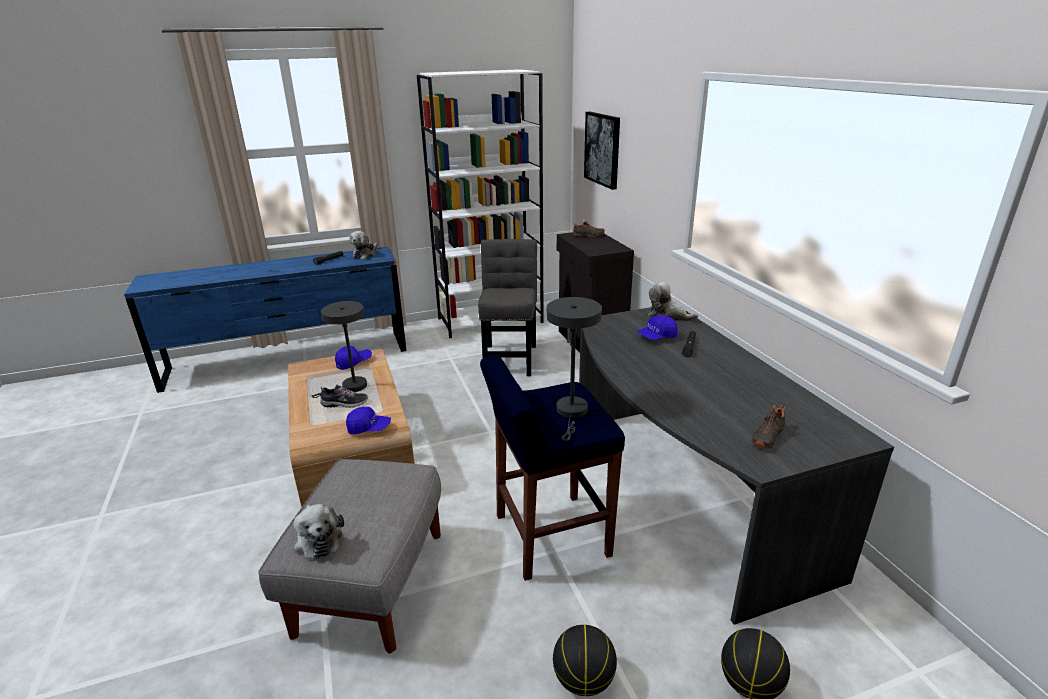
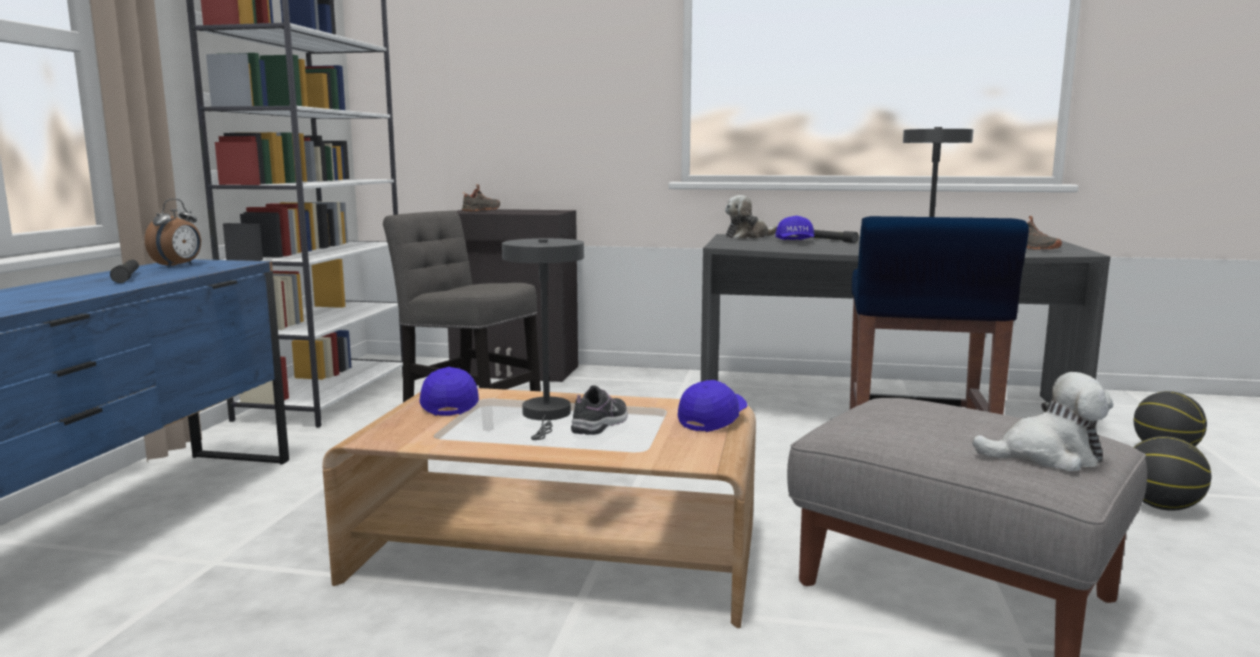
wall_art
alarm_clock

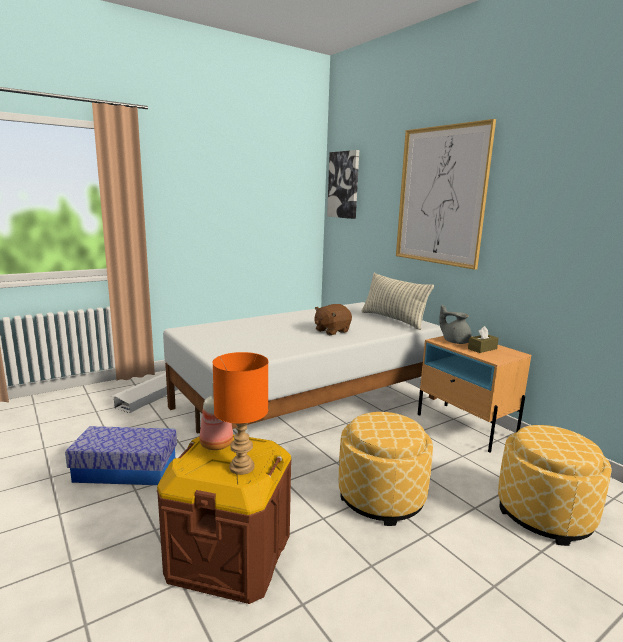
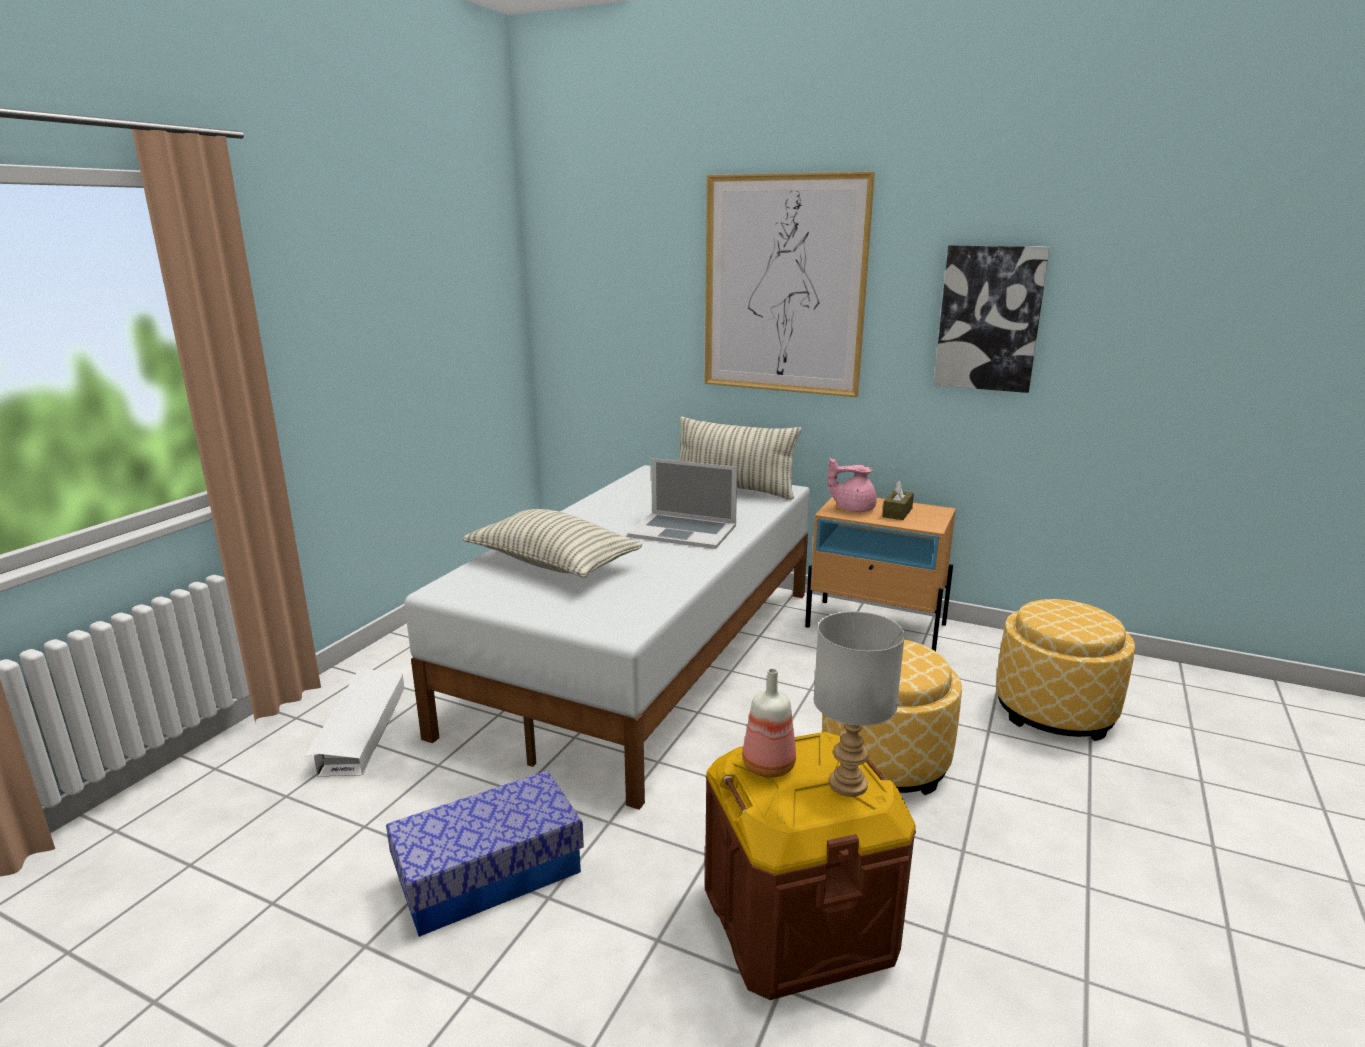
wall_art (no. 2 from left)
laptop
pinkish_pot_for_tea
grey_table_lamp
pillow (no. 1 from left)

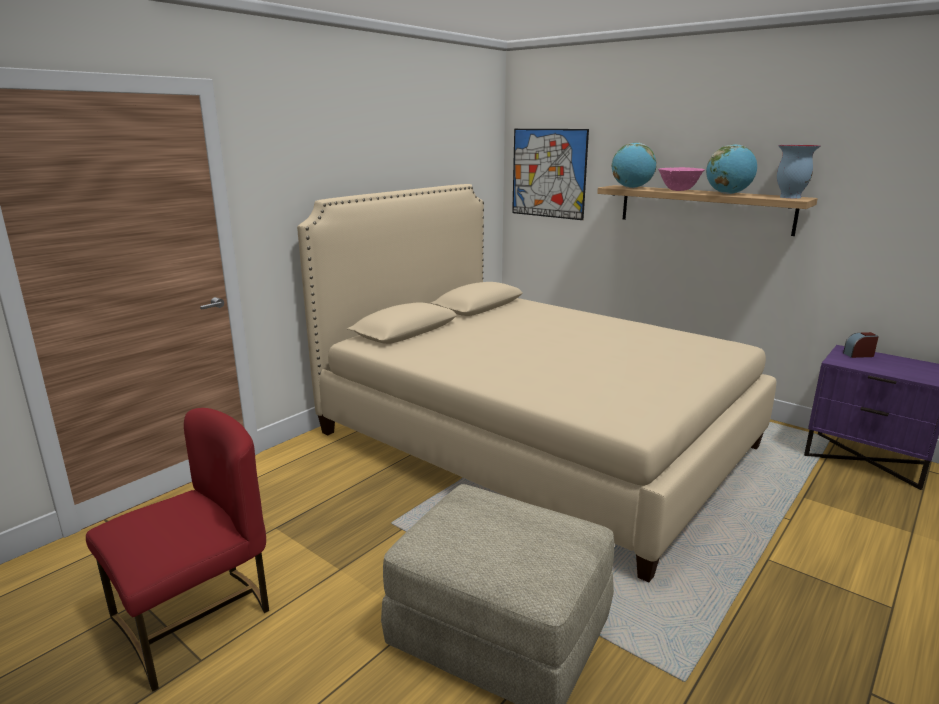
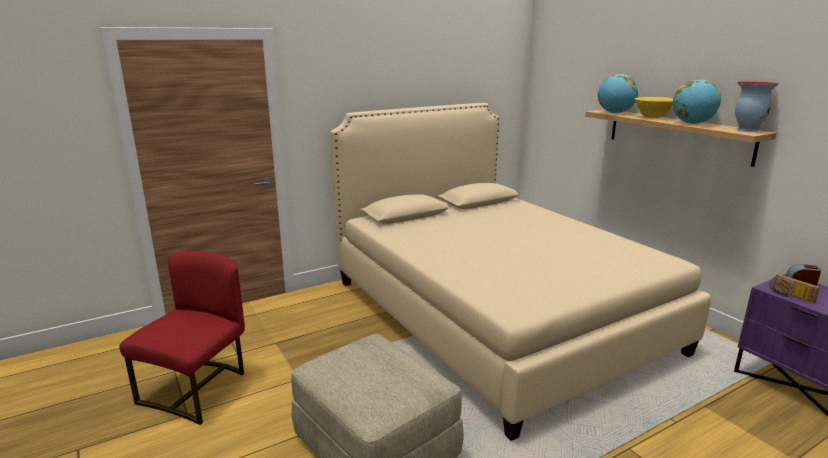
wall_art
yellow_deep_dish
red_plain_chair
radio_receiver

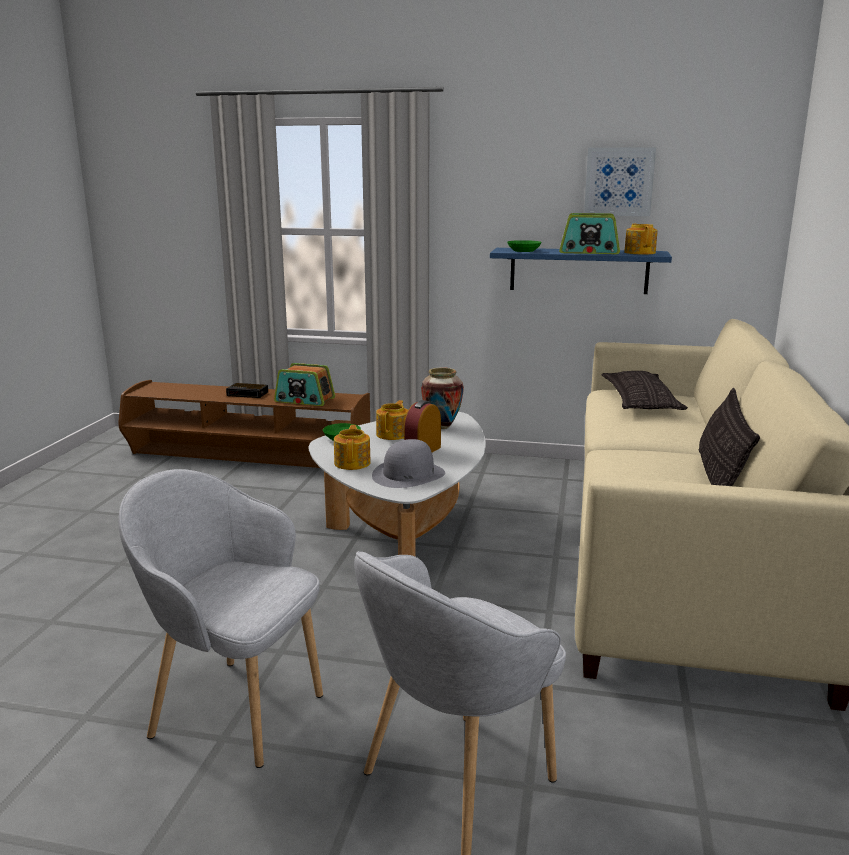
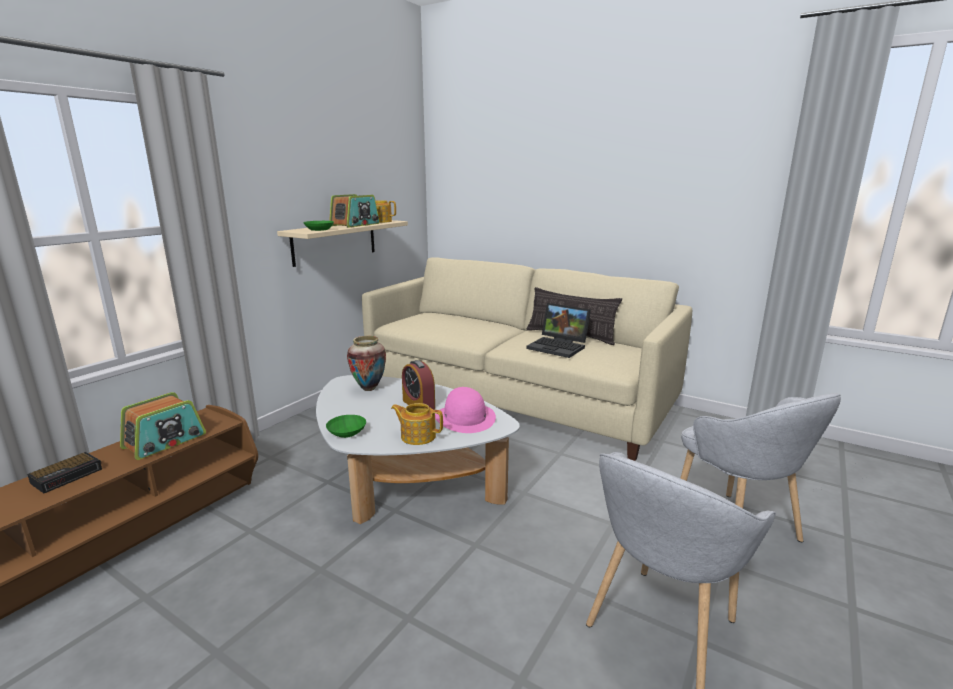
wall_art
beige-coloured_bracket_shelf
pillow (no. 1 from left in the first image)
pot_for_tea (no. 2 from left in the first image)
pinkish_wearable_hat
laptop

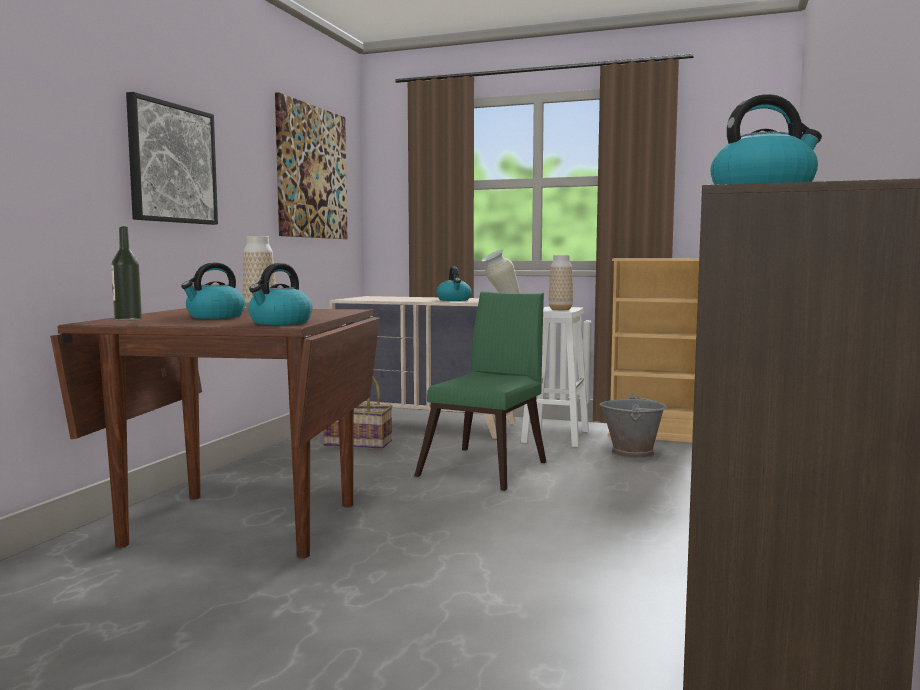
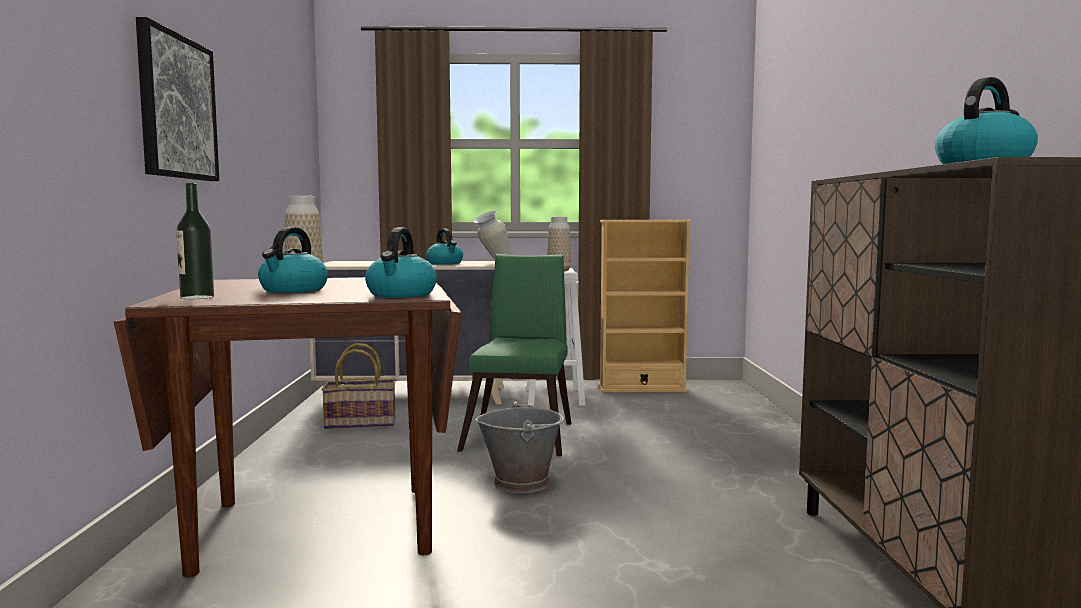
wall_art (no. 2 from left in the first image)
grey_bucket

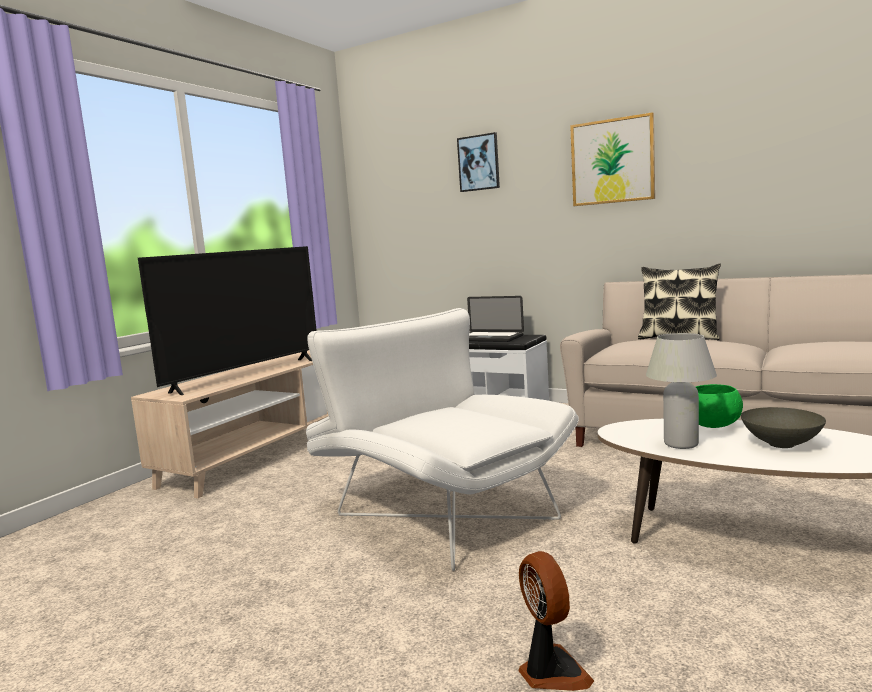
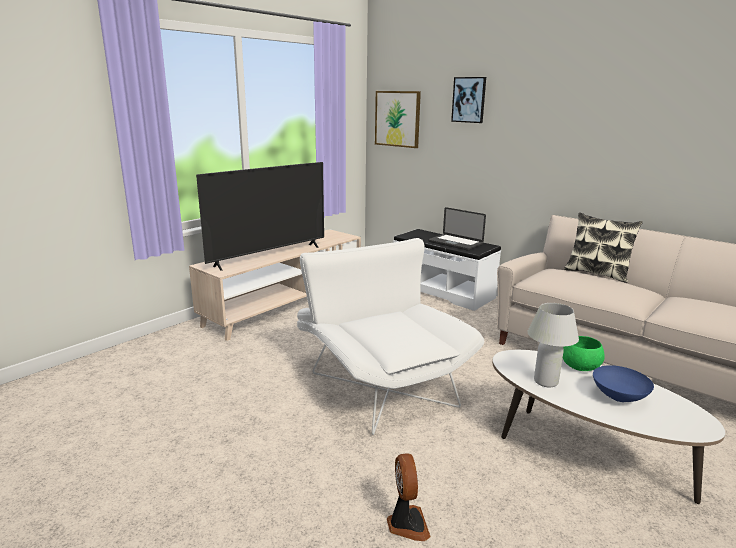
wall_art (no. 1 from left)
blue_deep_dish

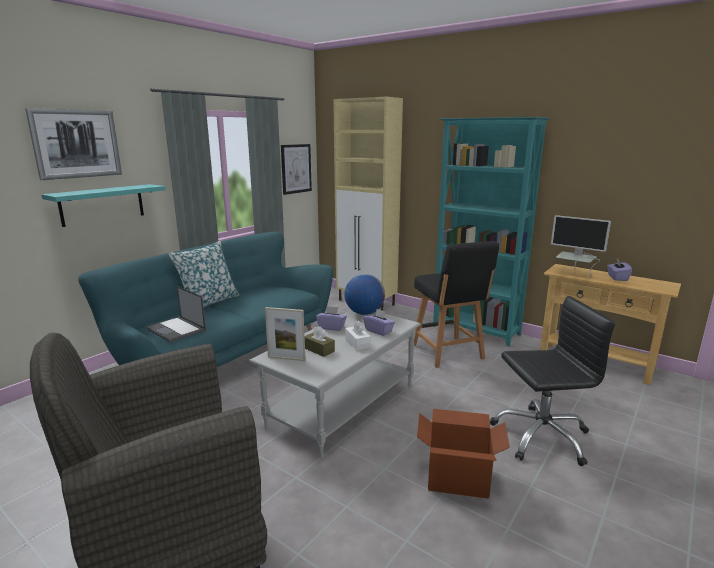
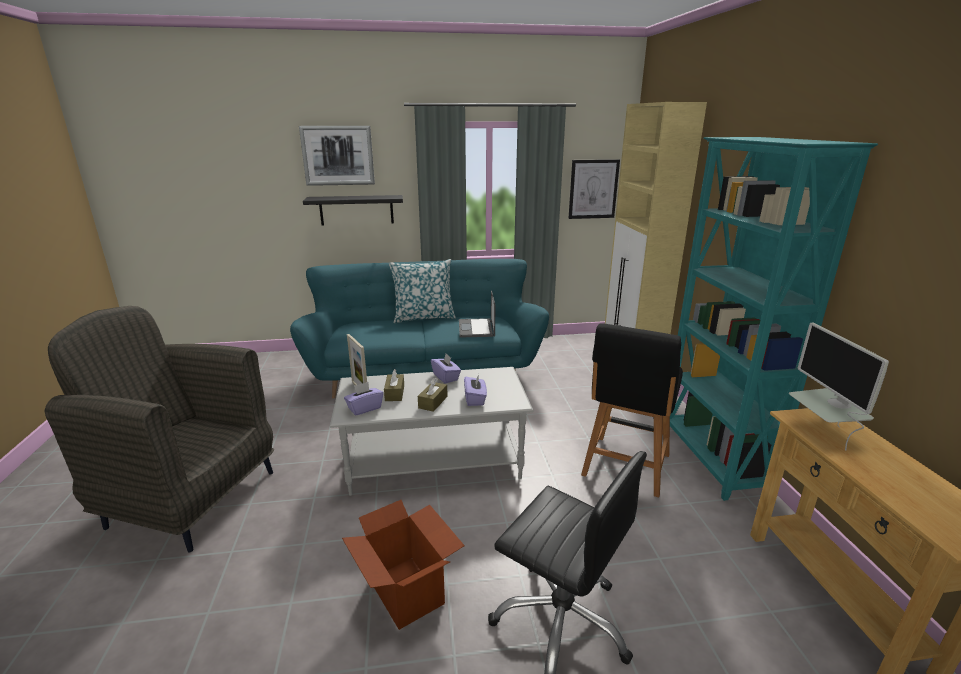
black_bracket_shelf
purple_box_of_tissues (no. 1 from left)
desk_globe
laptop
brown-coloured_box_of_tissues (no. 2 from left)

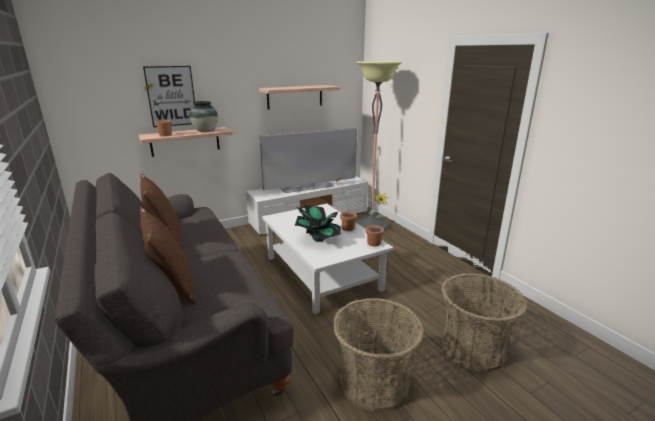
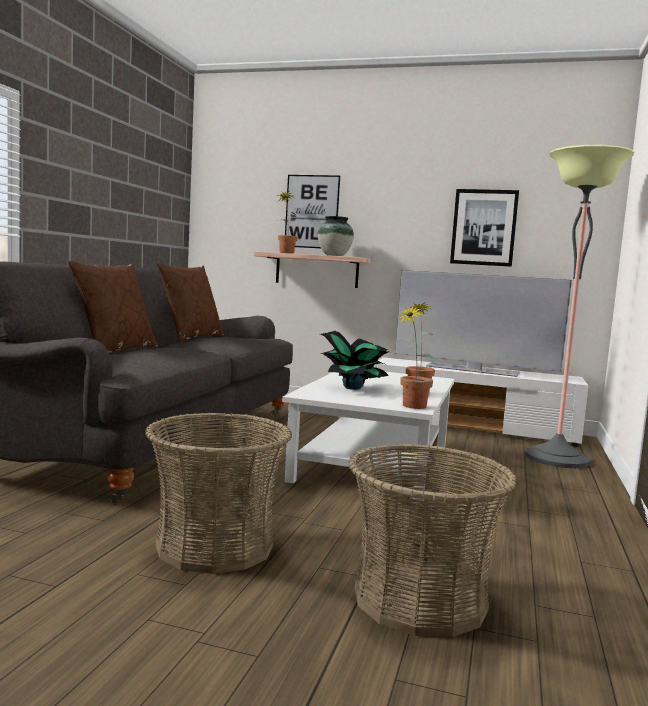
wall_art (no. 2 from left)

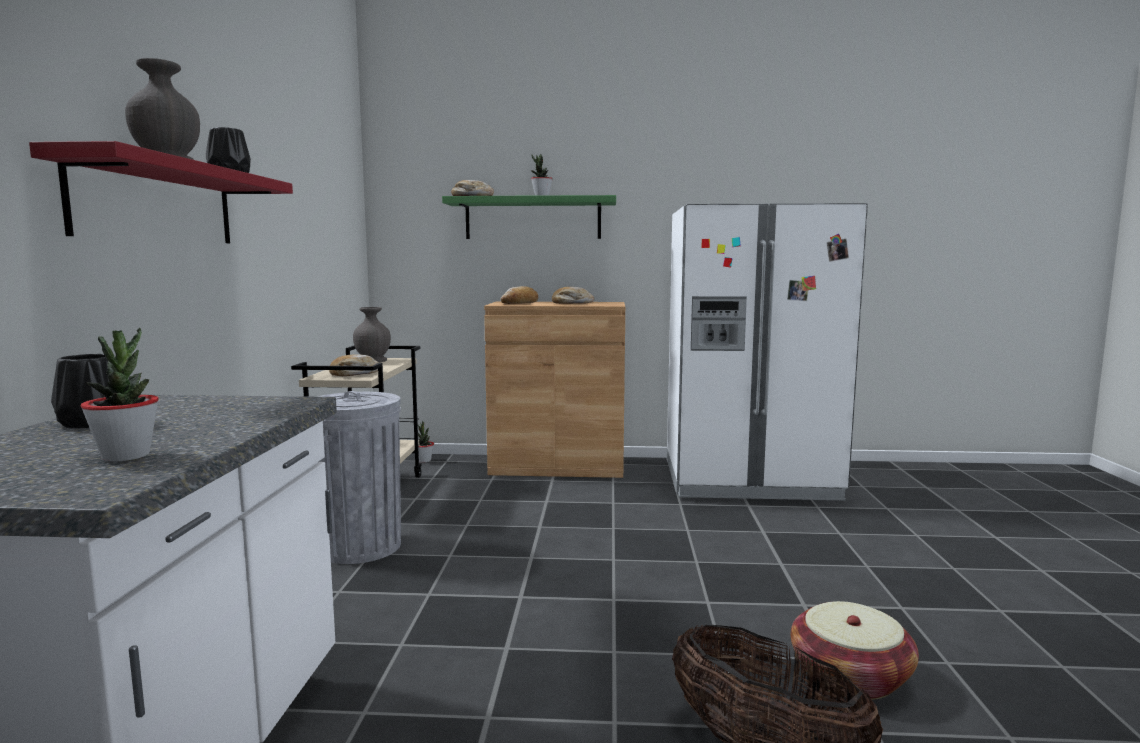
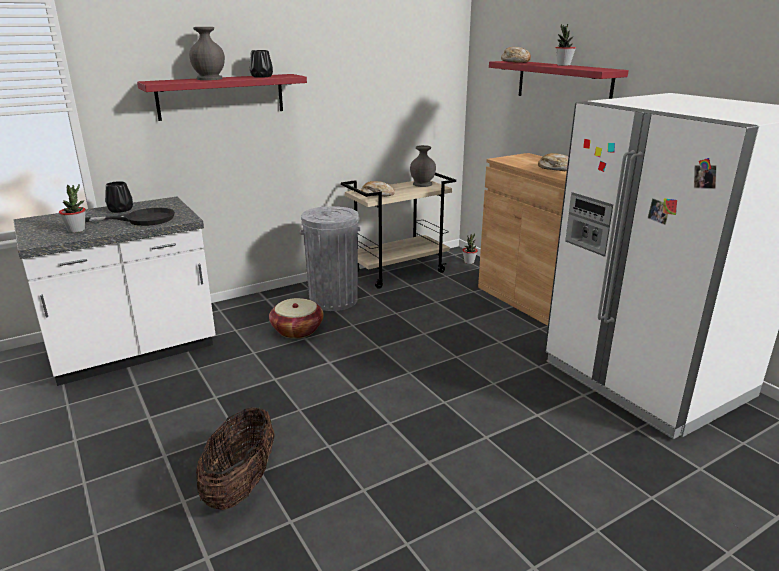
red_bracket_shelf (no. 2 from left)
baked_bread (no. 3 from left in the first image)
household_basket (no. 2 from left)
black_skillet

